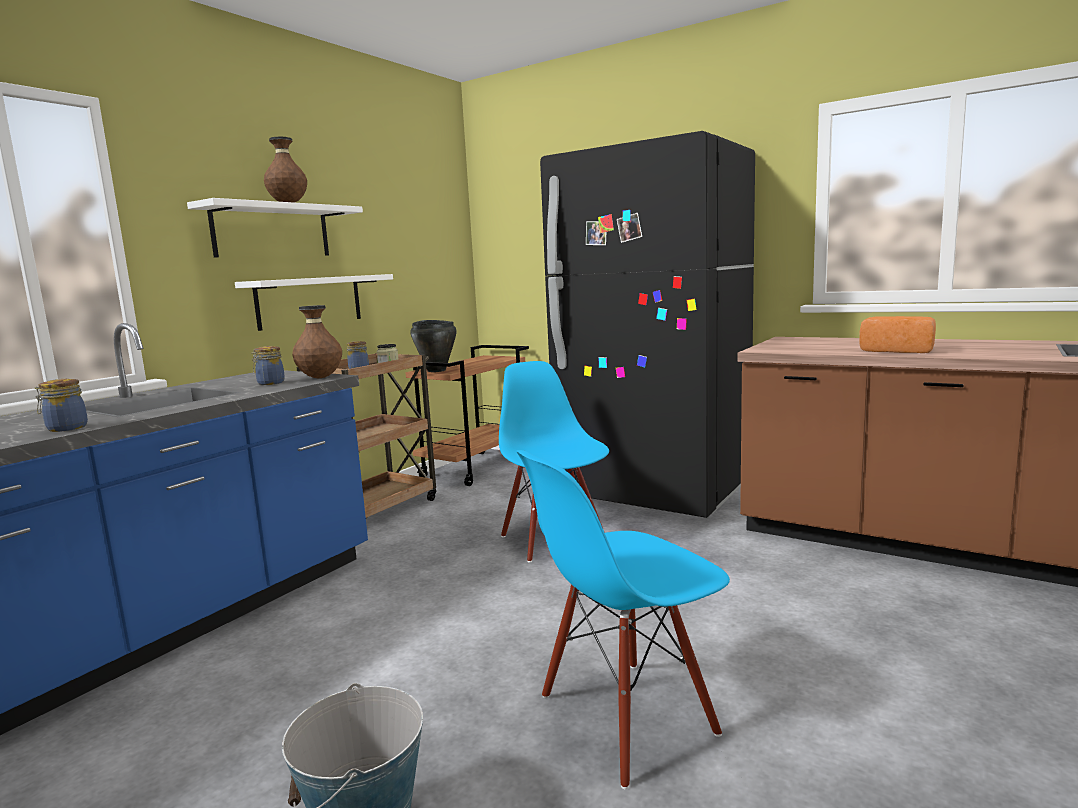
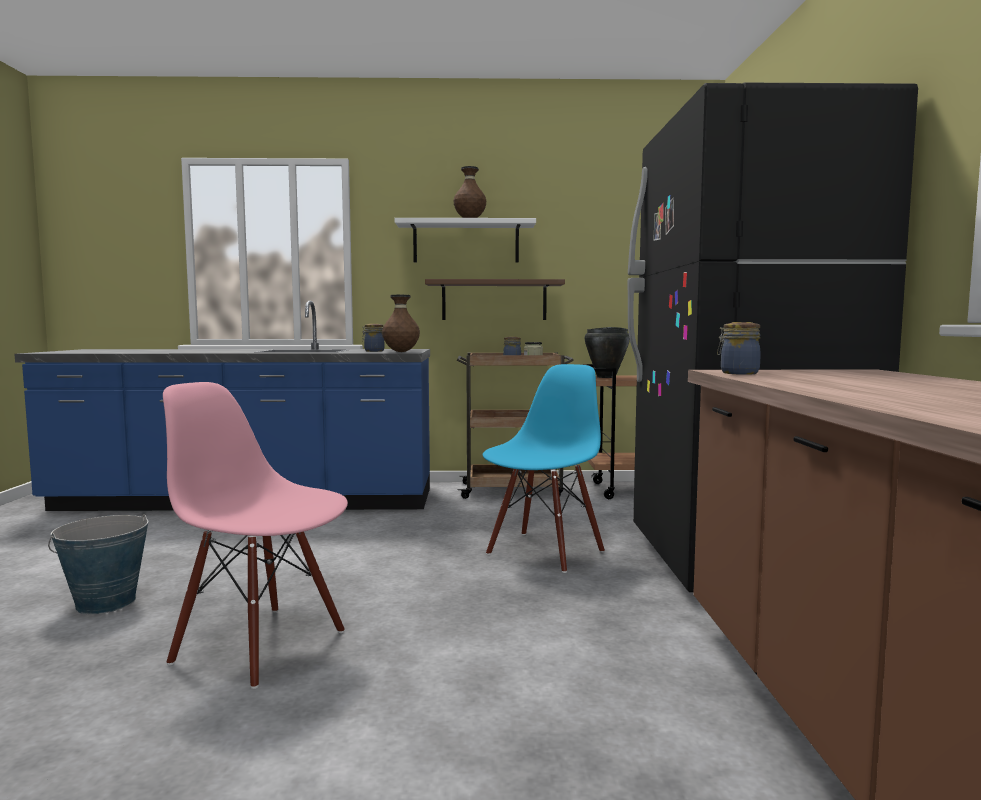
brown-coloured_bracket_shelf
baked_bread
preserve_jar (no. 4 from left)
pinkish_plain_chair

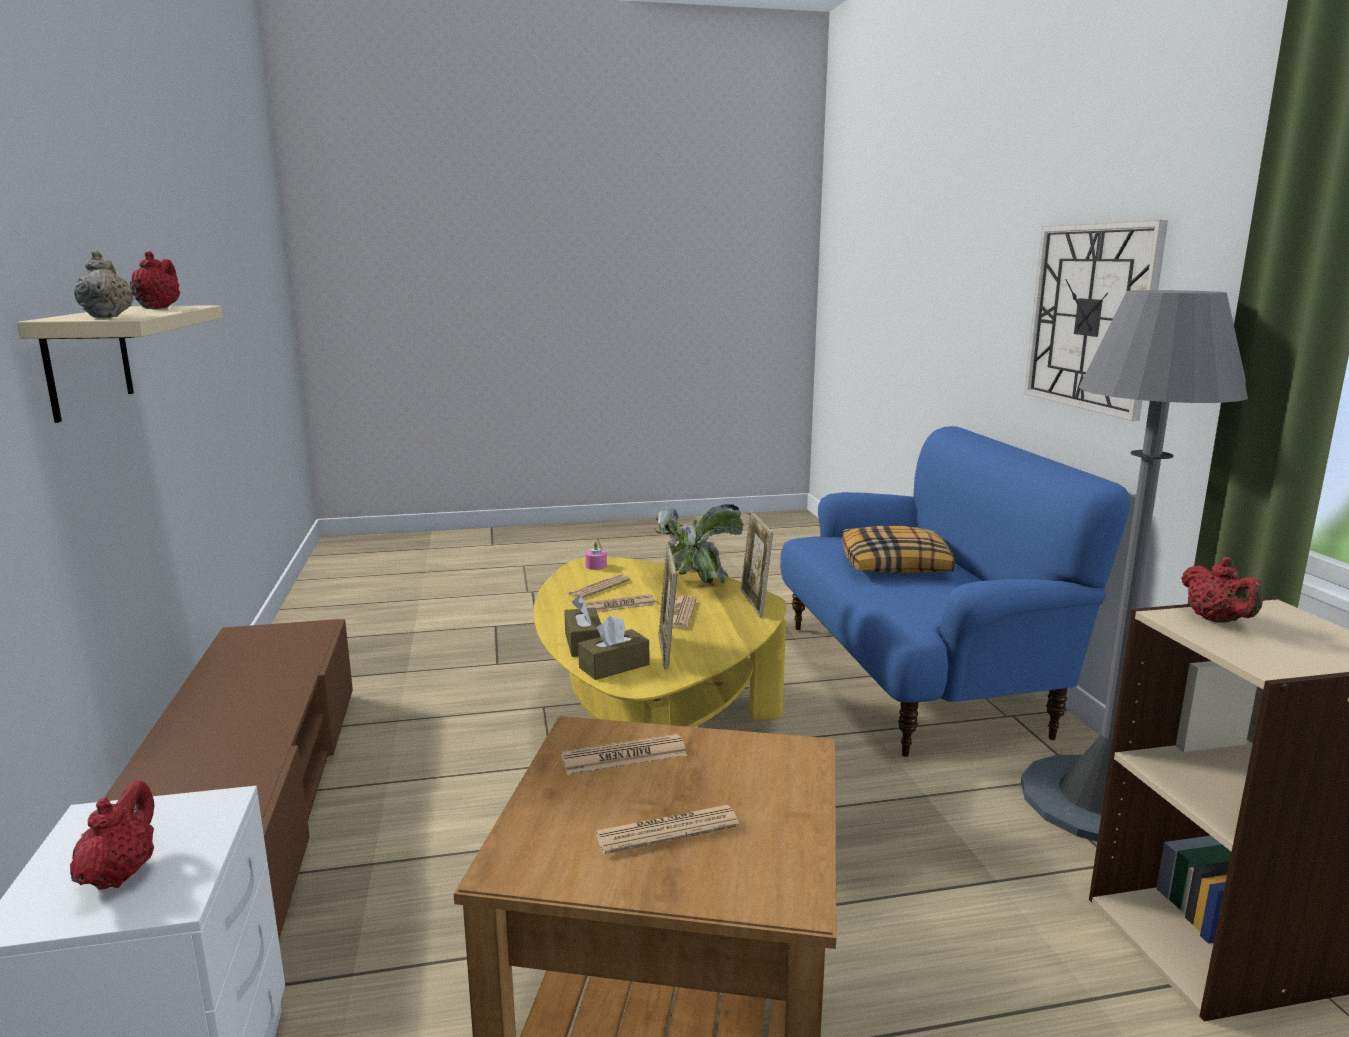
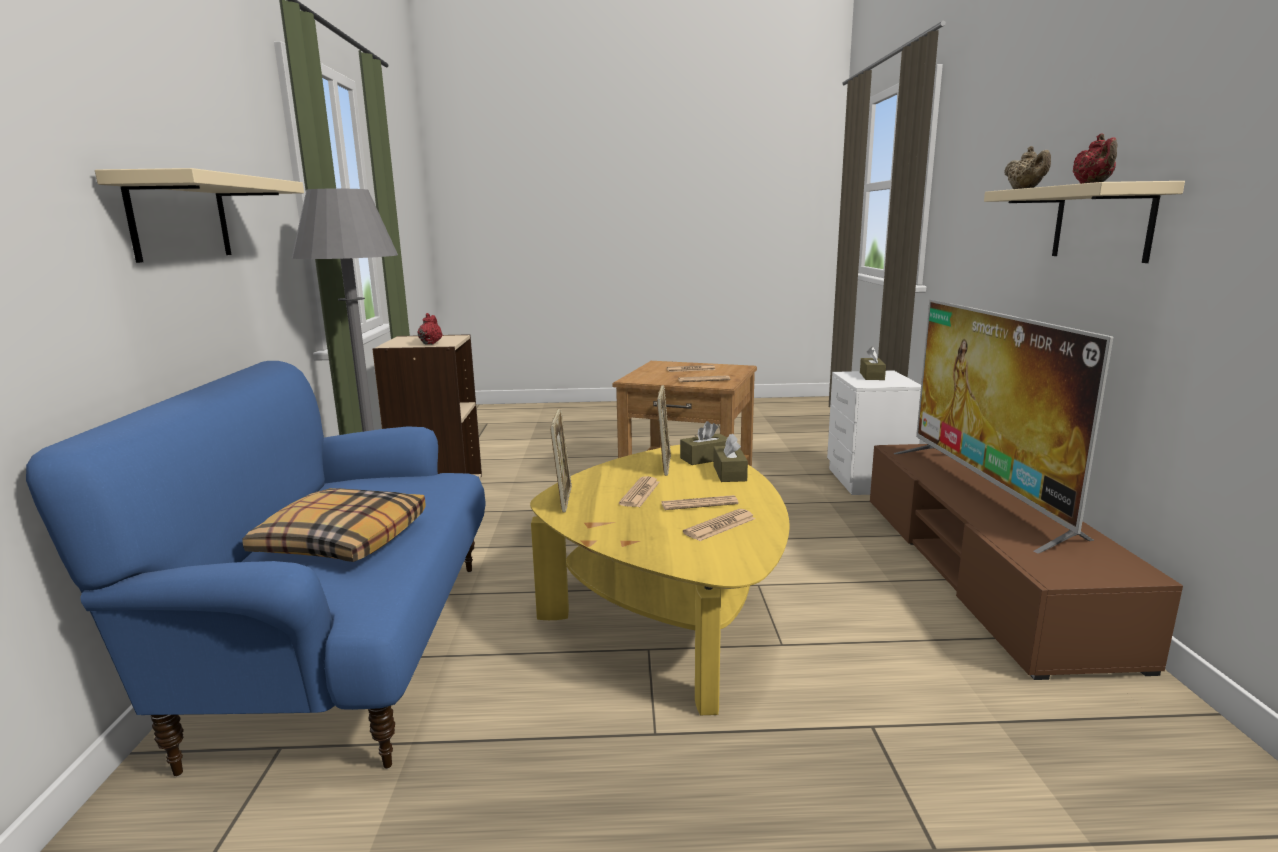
beige-coloured_bracket_shelf (no. 1 from left)
potted_plant
pinkish_wax_candle
brown-coloured_box_of_tissues (no. 3 from left)
television

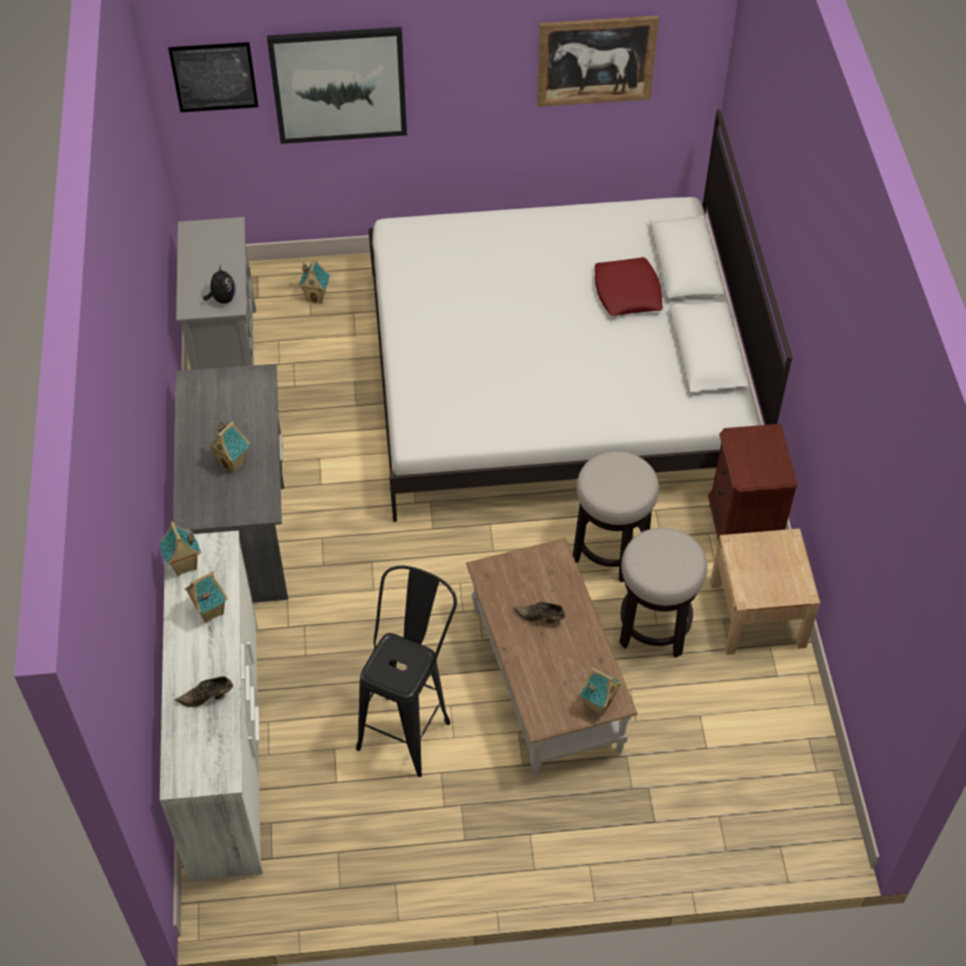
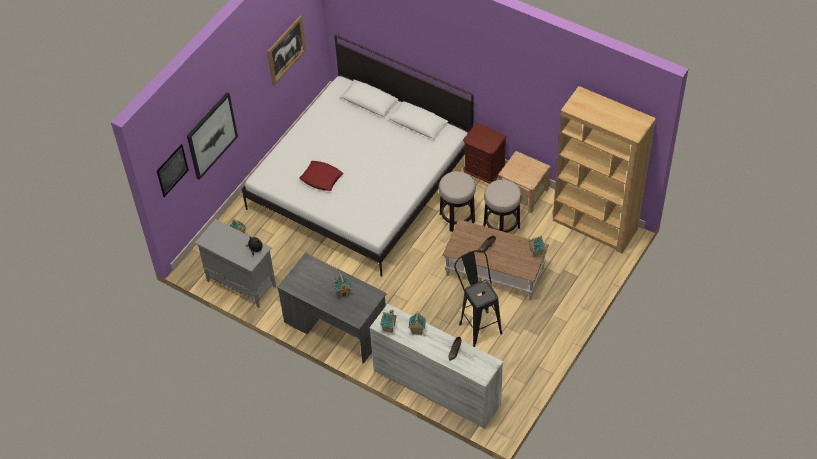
red_pillow
brown-coloured_shelving_unit

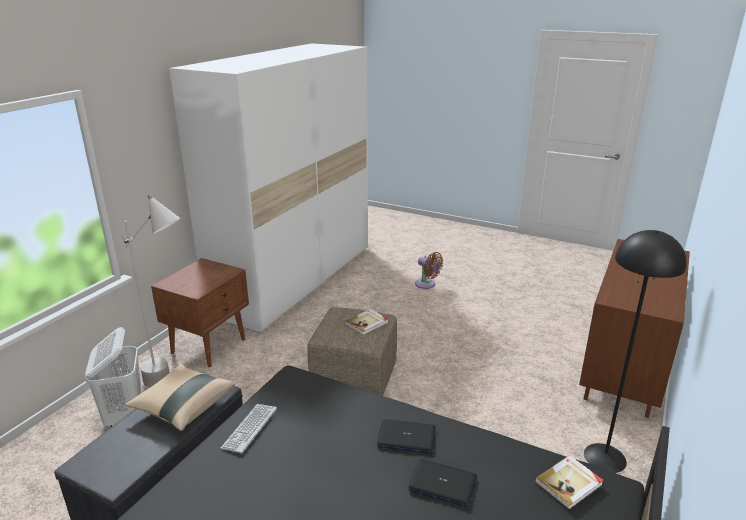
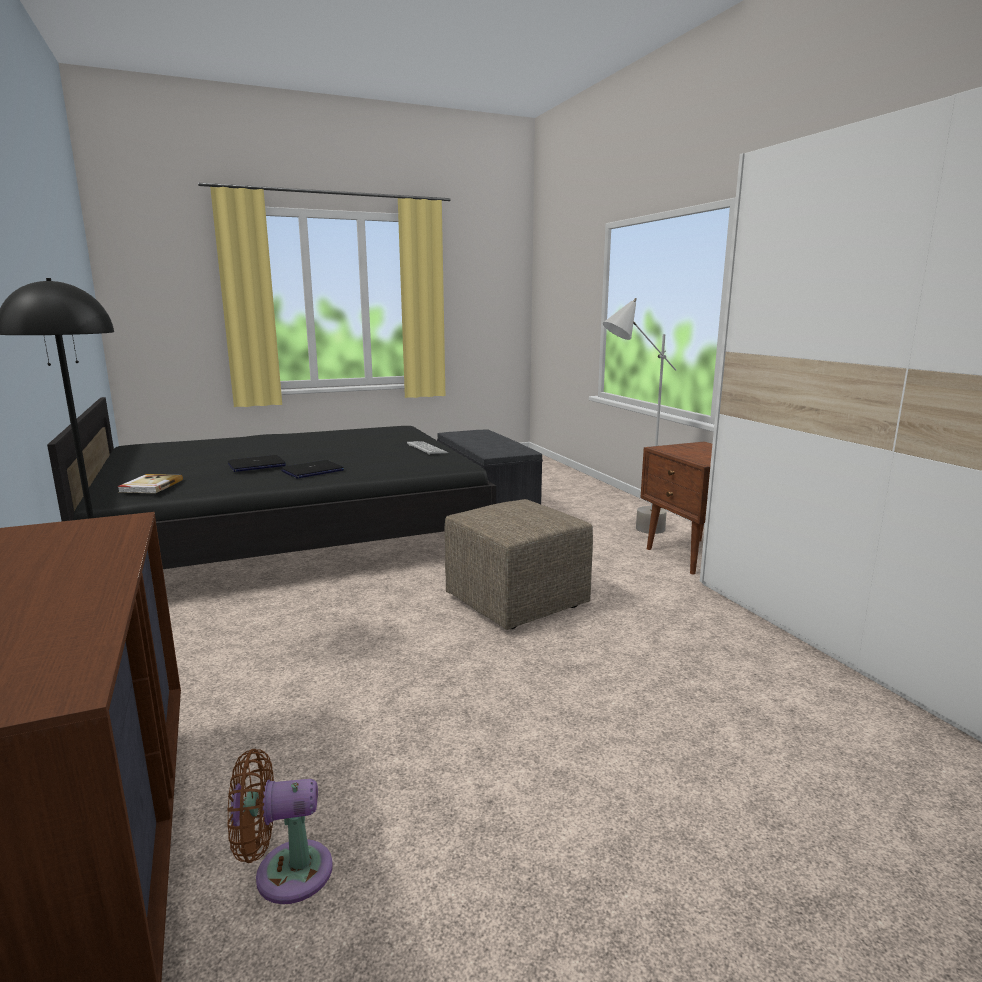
brown-coloured_cooling_fan
volume (no. 1 from left in the first image)
whitish_washing_basket
beige-coloured_pillow

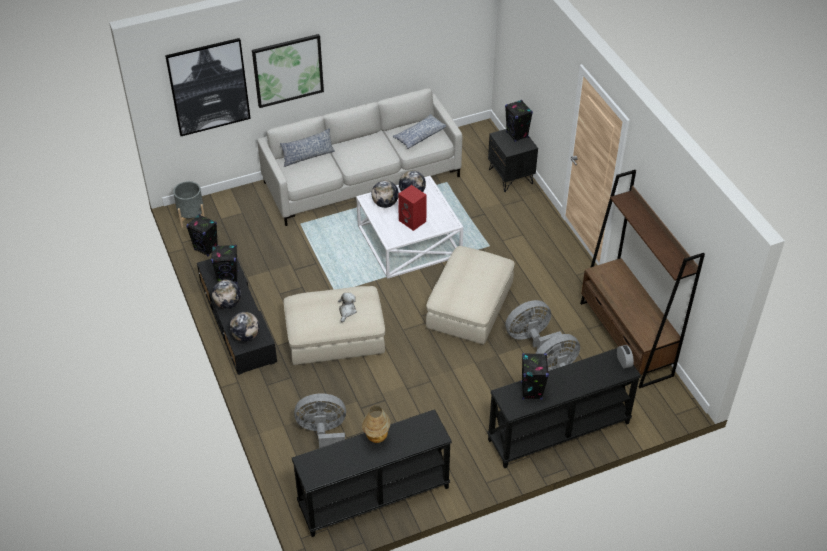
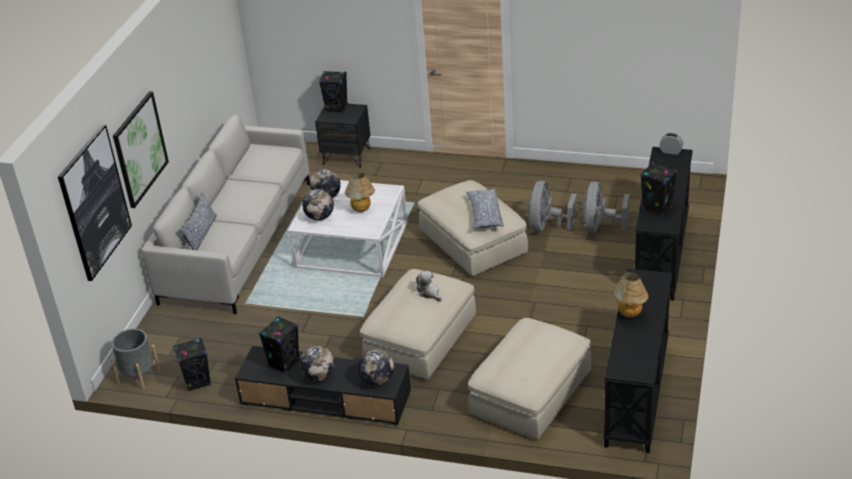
pillow (no. 2 from left)
brown-coloured_shelving_unit
table_lamp (no. 1 from left)
beige-coloured_ottoman (no. 3 from left)

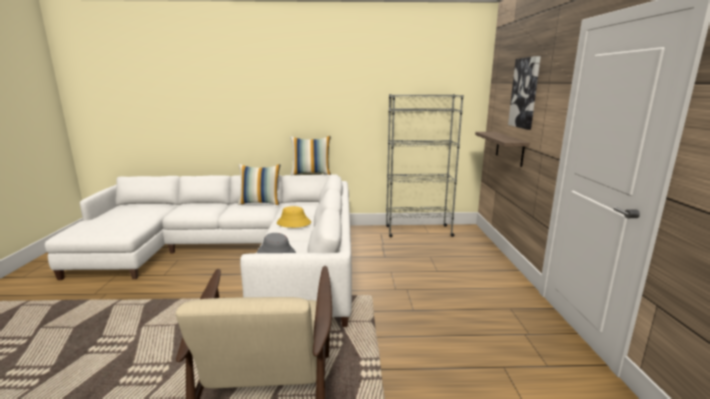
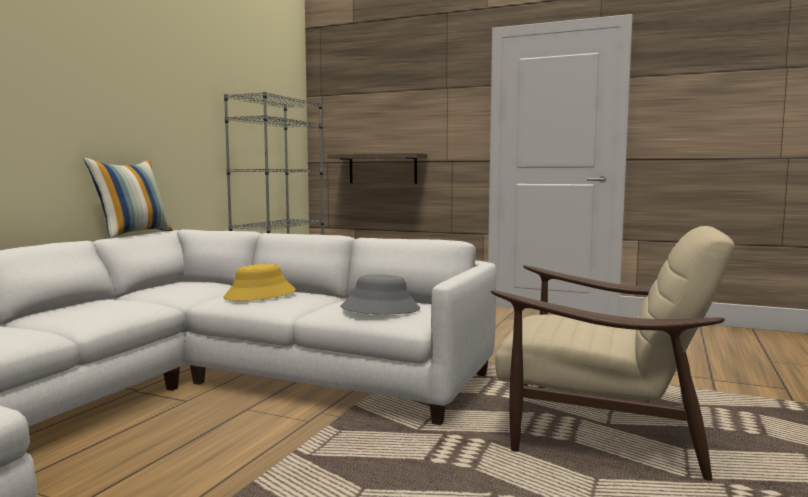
wall_art
pillow (no. 1 from left in the first image)

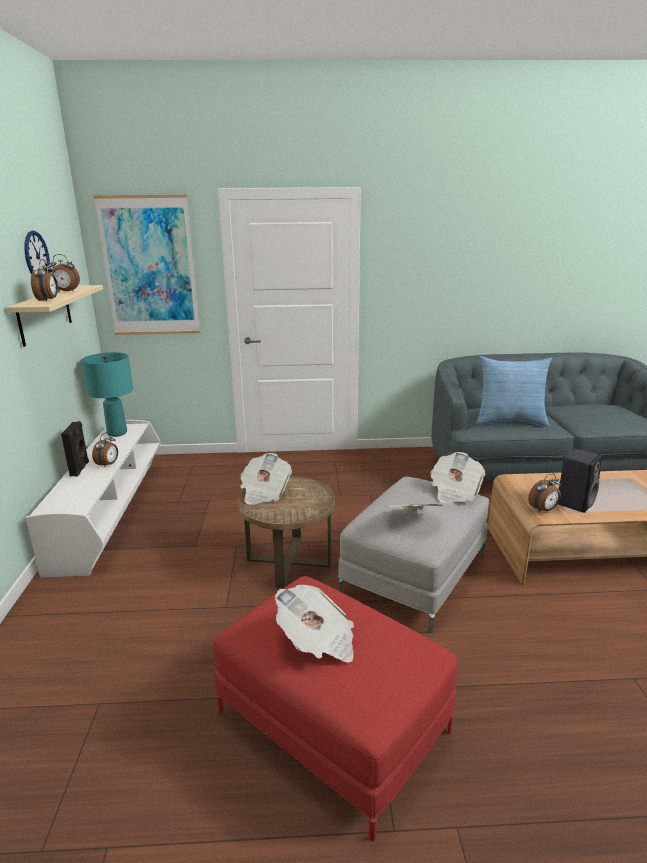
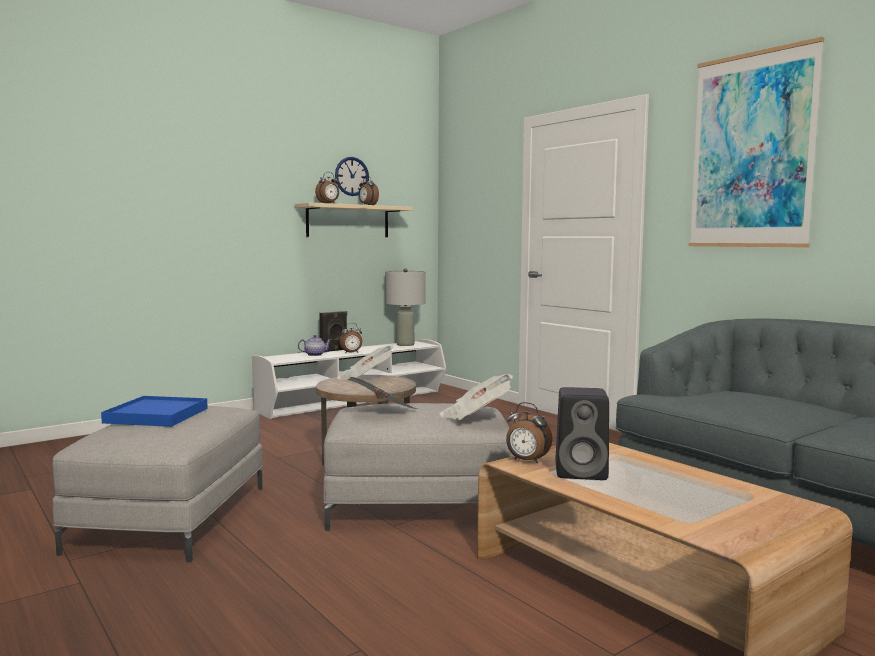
wall_art
grey_table_lamp
pillow
grey_ottoman (no. 1 from left)
blue_carrying_tray
pot_for_tea

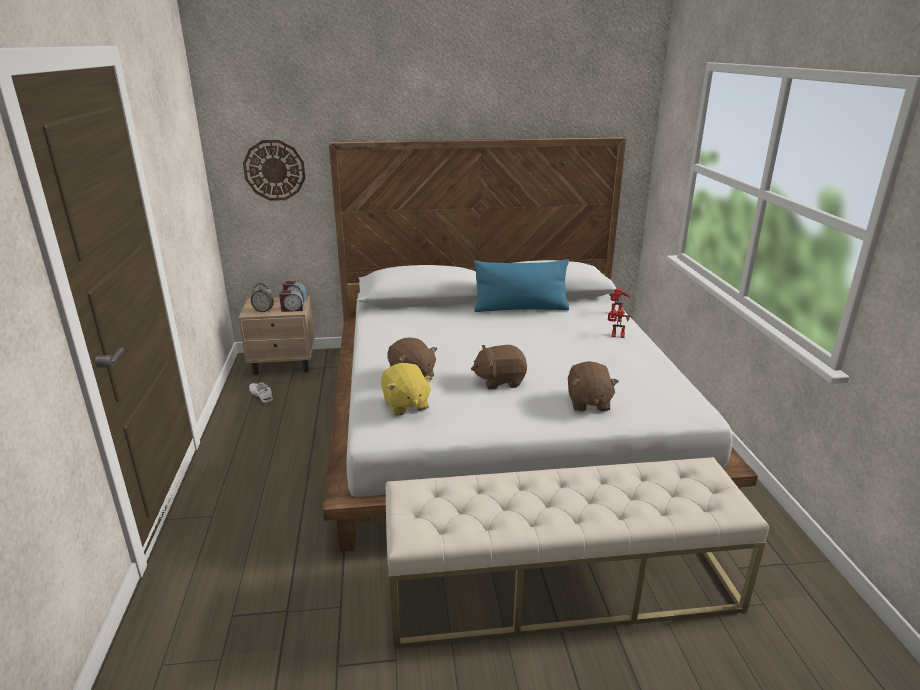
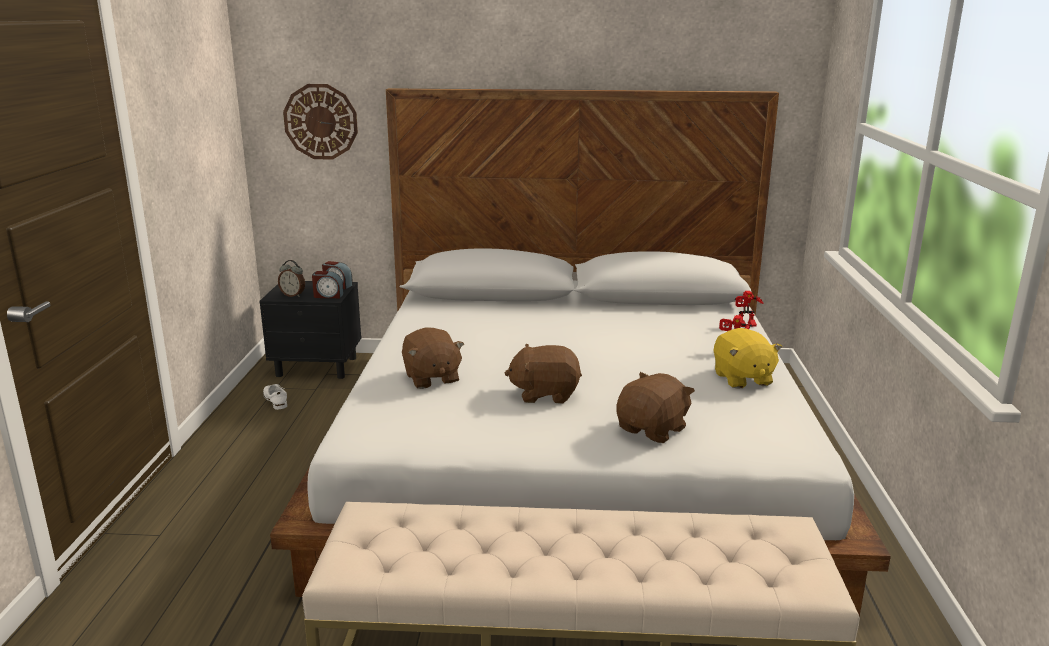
blue_pillow
black_bedside_table
brown-coloured_cuddly_toy (no. 3 from left)
yellow_cuddly_toy

